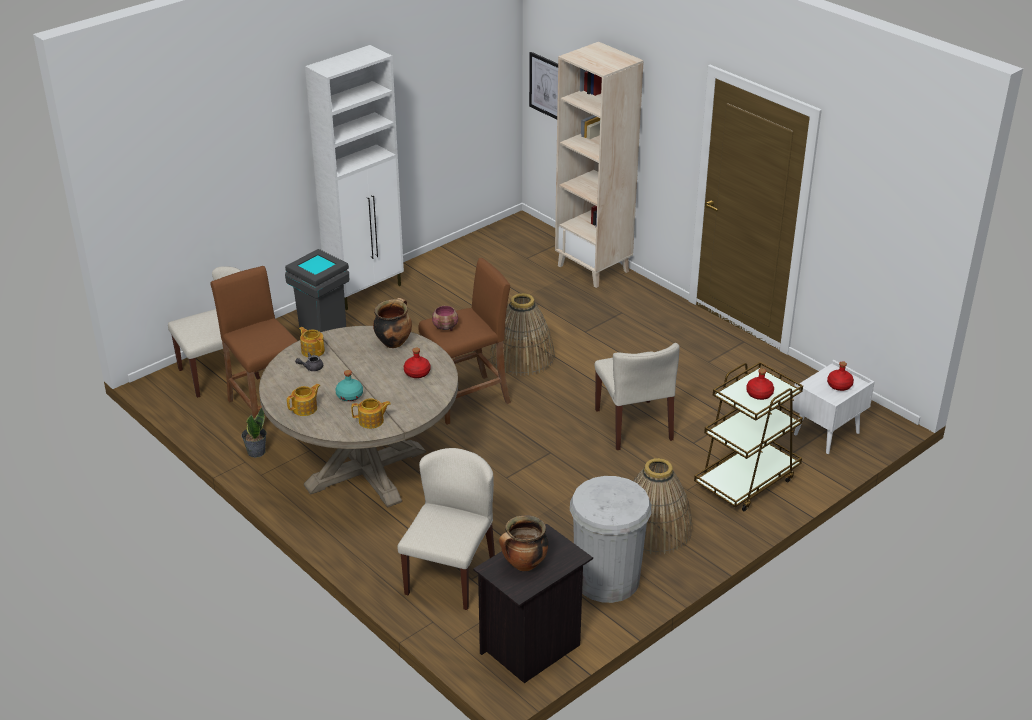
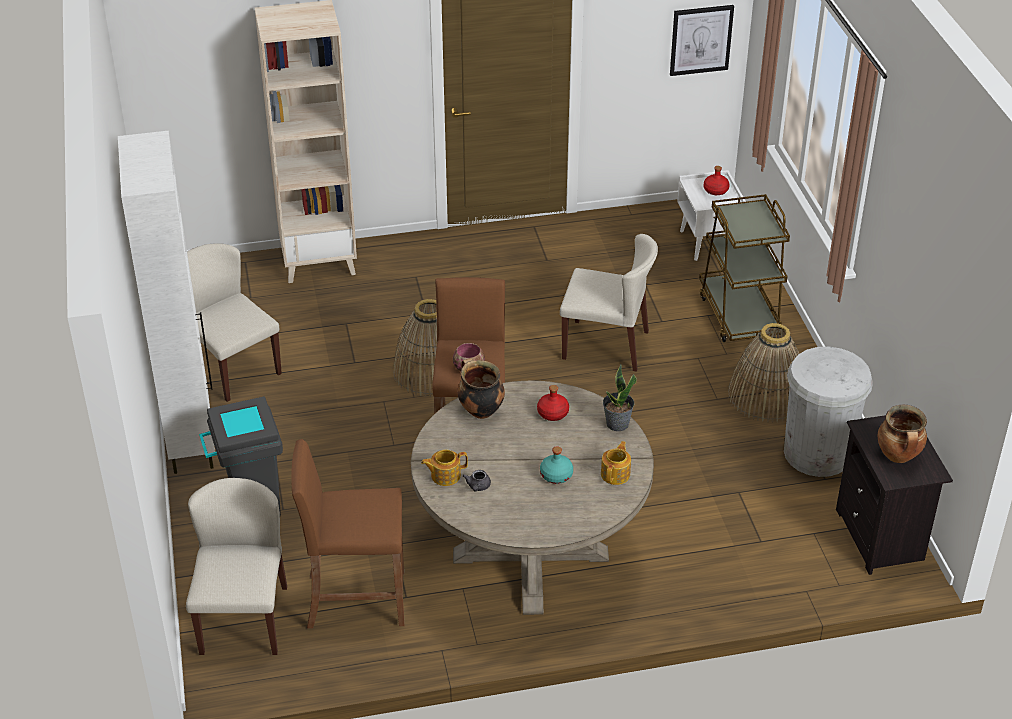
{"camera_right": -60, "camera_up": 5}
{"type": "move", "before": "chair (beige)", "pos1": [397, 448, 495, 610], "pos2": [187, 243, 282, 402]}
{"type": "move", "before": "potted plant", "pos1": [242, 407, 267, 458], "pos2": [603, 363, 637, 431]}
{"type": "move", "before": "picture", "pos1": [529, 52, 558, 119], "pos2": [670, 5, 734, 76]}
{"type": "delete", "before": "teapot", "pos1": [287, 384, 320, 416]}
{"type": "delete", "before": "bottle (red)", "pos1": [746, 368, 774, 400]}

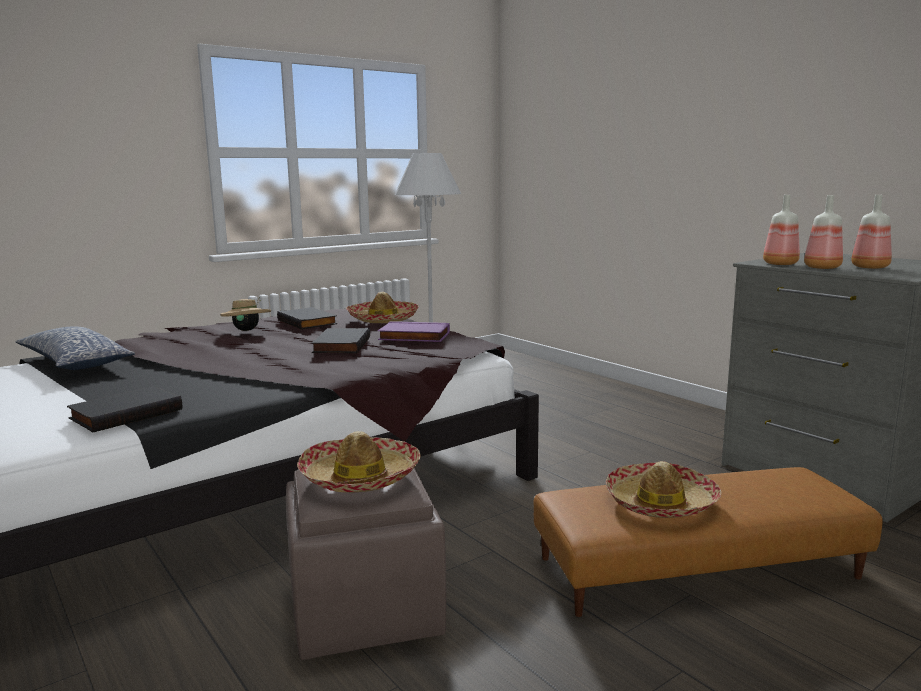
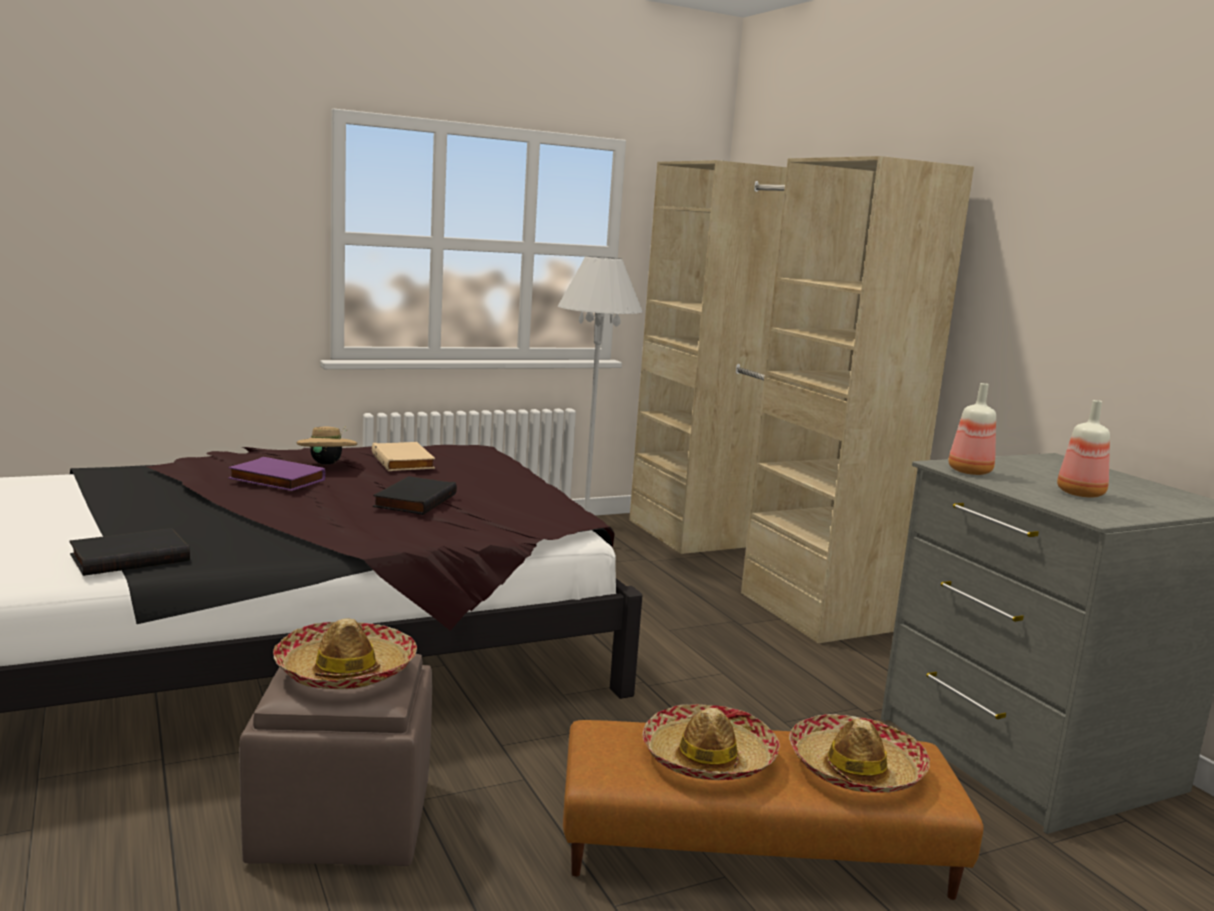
{"camera_right": 10, "camera_up": 0}
{"type": "move", "before": "book (purple)", "pos1": [378, 321, 450, 342], "pos2": [228, 457, 326, 491]}
{"type": "recolor", "before": "book (black)", "after": "book (beige)", "pos1": [277, 307, 337, 330], "pos2": [372, 442, 435, 471]}
{"type": "insert", "after": "wardrobe (beige)", "pos2": [629, 156, 974, 643]}
{"type": "move", "before": "hat", "pos1": [346, 292, 419, 323], "pos2": [789, 714, 930, 793]}
{"type": "delete", "before": "pillow", "pos1": [15, 327, 135, 370]}
{"type": "delete", "before": "bottle", "pos1": [804, 195, 843, 269]}

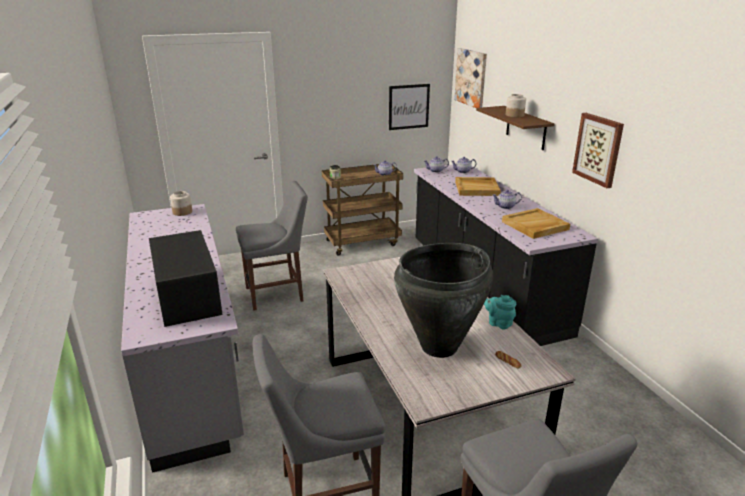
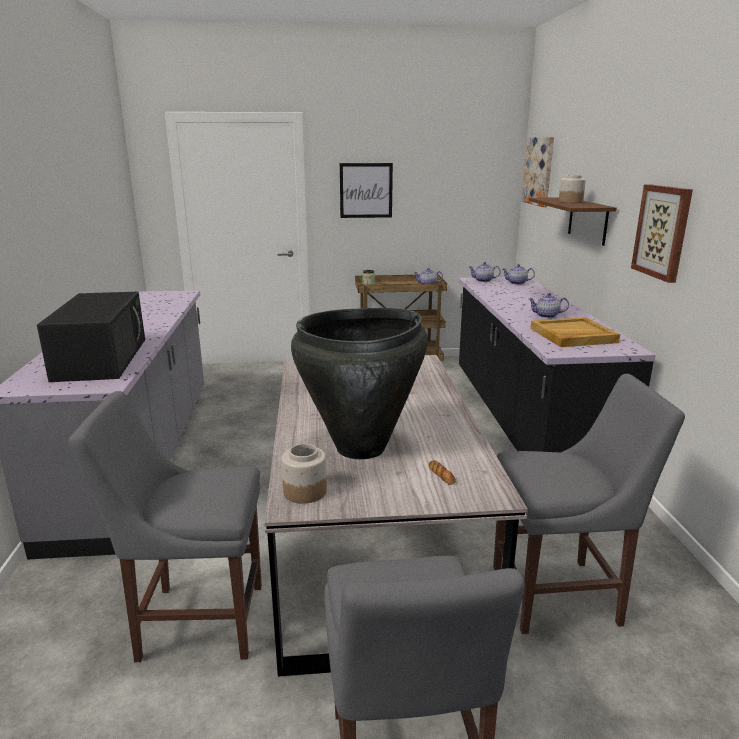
{"camera_right": 15, "camera_up": -5}
{"type": "move", "before": "jar", "pos1": [170, 191, 192, 216], "pos2": [282, 444, 327, 504]}
{"type": "move", "before": "picture", "pos1": [389, 84, 430, 130], "pos2": [340, 163, 393, 218]}
{"type": "move", "before": "chair (grey)", "pos1": [236, 181, 308, 311], "pos2": [493, 374, 685, 634]}
{"type": "delete", "before": "tray (beige)", "pos1": [455, 177, 501, 196]}
{"type": "delete", "before": "teapot (turquoise)", "pos1": [484, 295, 516, 330]}

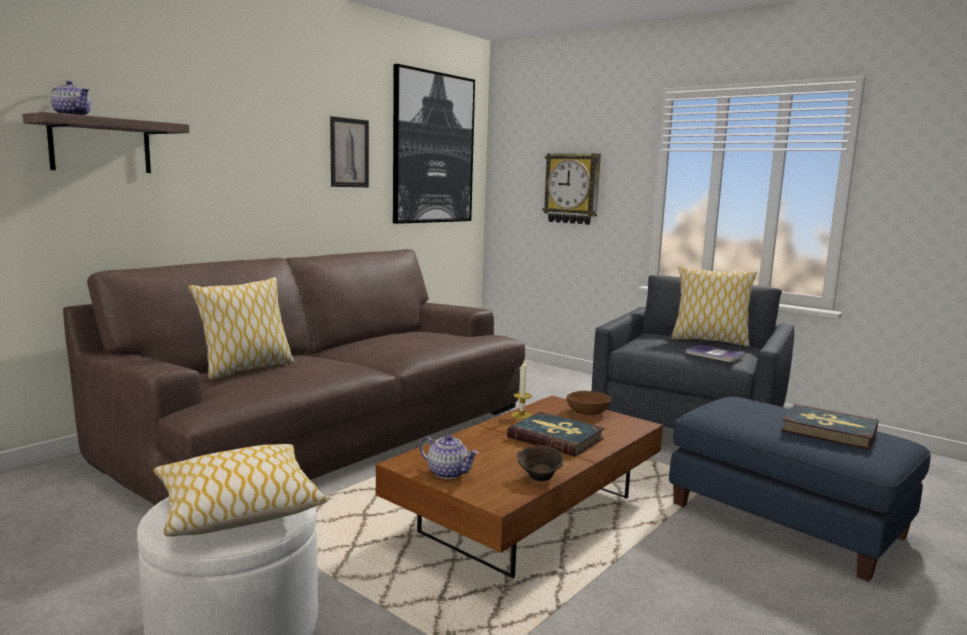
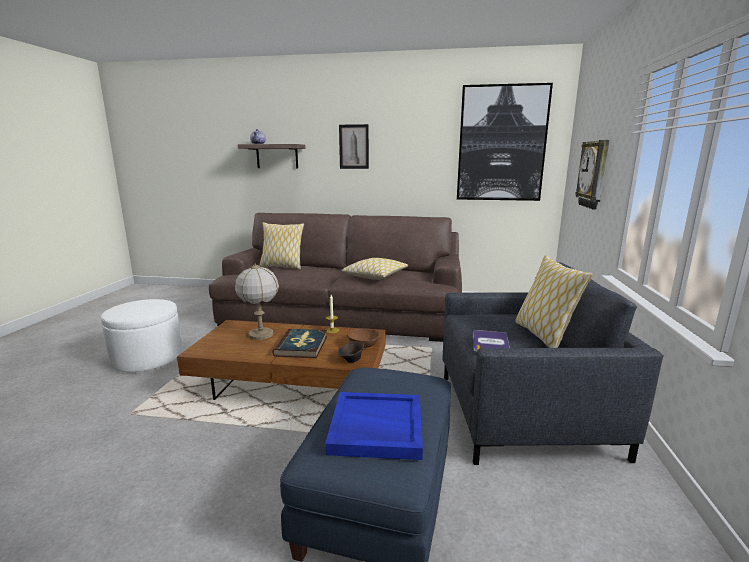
{"camera_right": 60, "camera_up": 5}
{"type": "insert", "after": "table lamp", "pos2": [235, 263, 279, 340]}
{"type": "replace", "before": "book", "after": "tray (blue)", "pos1": [781, 404, 878, 450], "pos2": [325, 392, 423, 460]}
{"type": "move", "before": "bowl (brown)", "pos1": [517, 445, 563, 481], "pos2": [338, 341, 364, 363]}
{"type": "move", "before": "picture", "pos1": [330, 116, 369, 187], "pos2": [339, 124, 369, 169]}
{"type": "move", "before": "pillow", "pos1": [154, 444, 328, 537], "pos2": [342, 258, 408, 280]}
{"type": "delete", "before": "teapot", "pos1": [420, 435, 479, 479]}

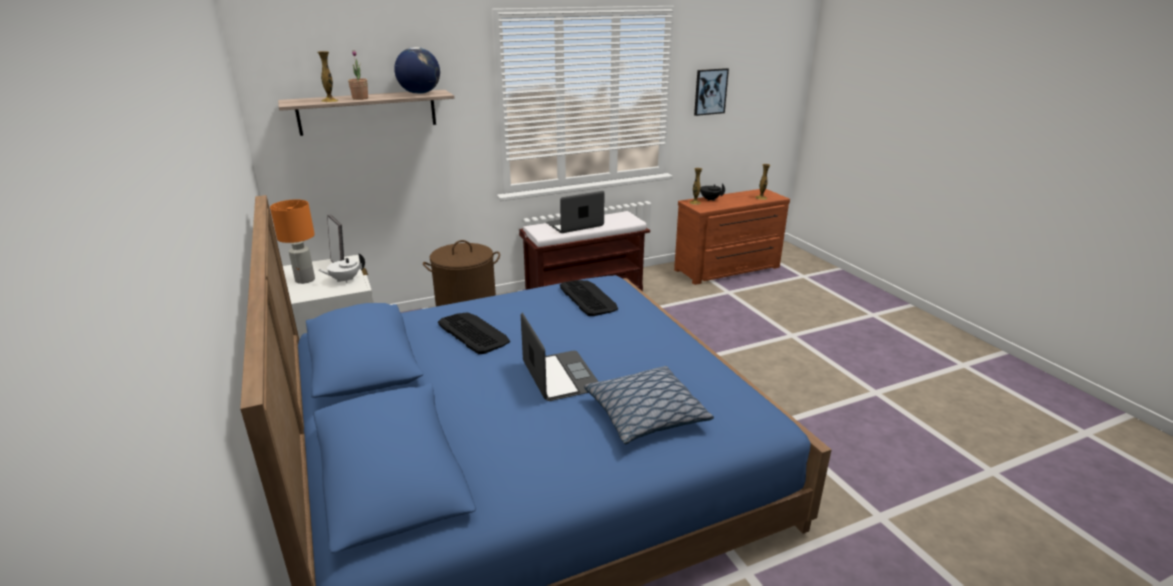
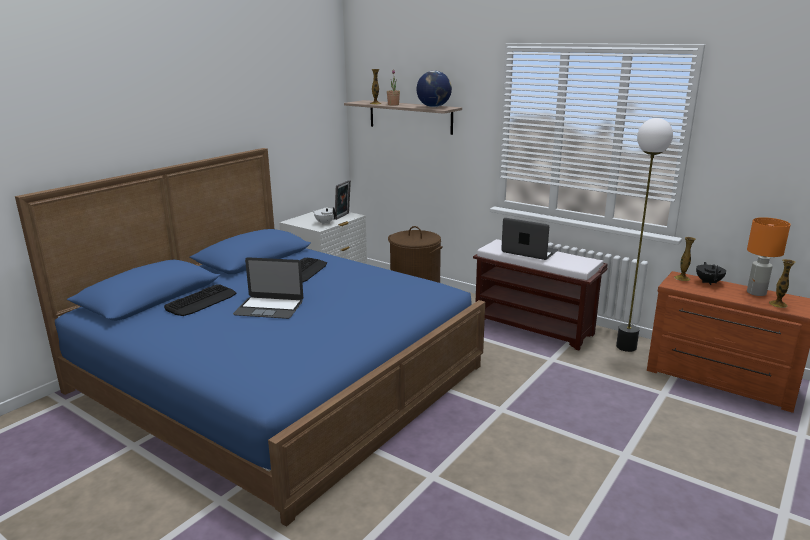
{"camera_right": 60, "camera_up": -5}
{"type": "move", "before": "keyboard", "pos1": [560, 280, 618, 316], "pos2": [164, 284, 237, 316]}
{"type": "rotate", "before": "laptop", "pos1": [521, 313, 599, 401], "pos2": [233, 257, 303, 319], "turn": 60}
{"type": "insert", "after": "floor lamp", "pos2": [616, 118, 673, 352]}
{"type": "move", "before": "table lamp (orange)", "pos1": [270, 199, 315, 284], "pos2": [747, 217, 791, 296]}
{"type": "delete", "before": "pillow", "pos1": [584, 366, 714, 445]}
{"type": "delete", "before": "picture", "pos1": [694, 68, 729, 116]}

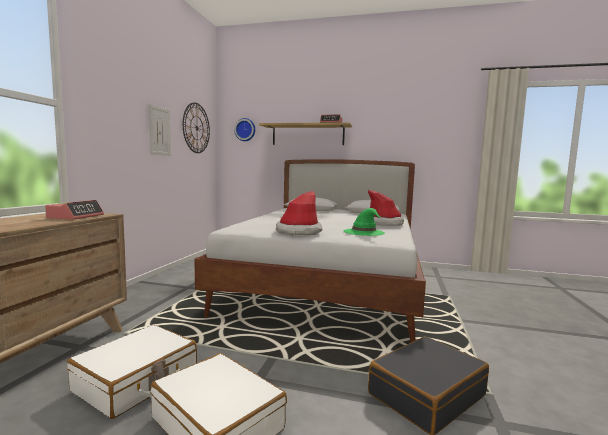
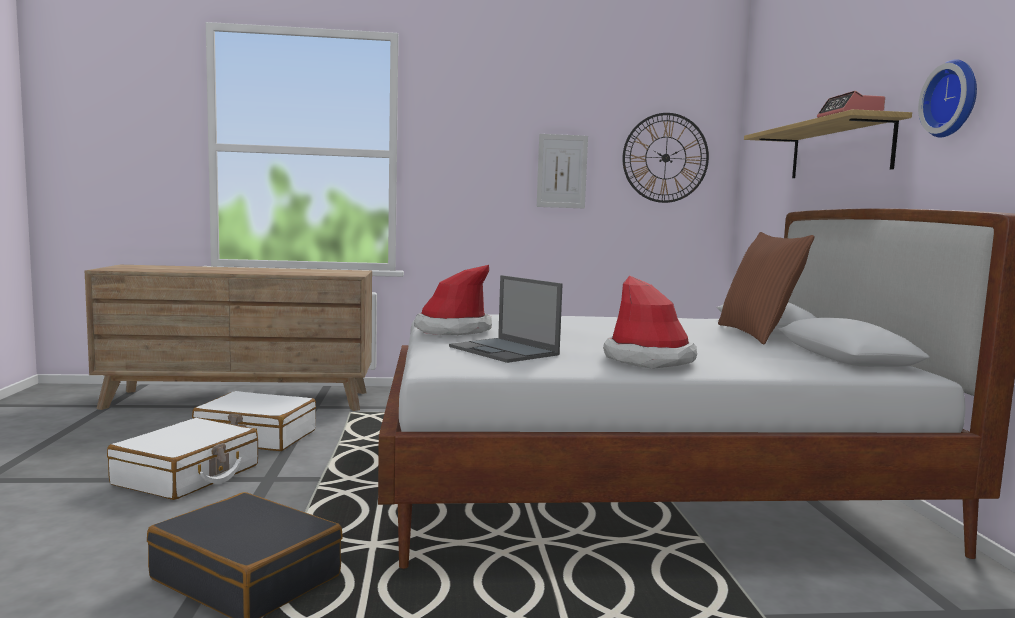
{"camera_right": 70, "camera_up": 0}
{"type": "replace", "before": "hat (green)", "after": "laptop", "pos1": [344, 208, 385, 236], "pos2": [449, 275, 563, 363]}
{"type": "insert", "after": "pillow (brown)", "pos2": [718, 232, 814, 344]}
{"type": "move", "before": "wall clock", "pos1": [234, 118, 255, 141], "pos2": [918, 59, 977, 137]}
{"type": "delete", "before": "alarm clock", "pos1": [45, 200, 104, 220]}

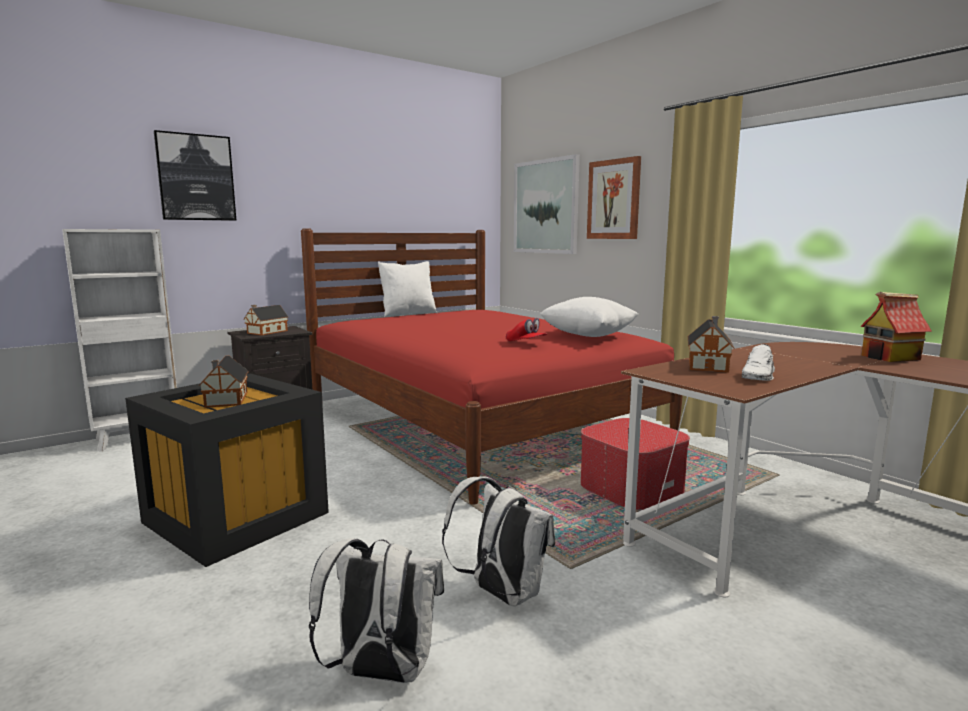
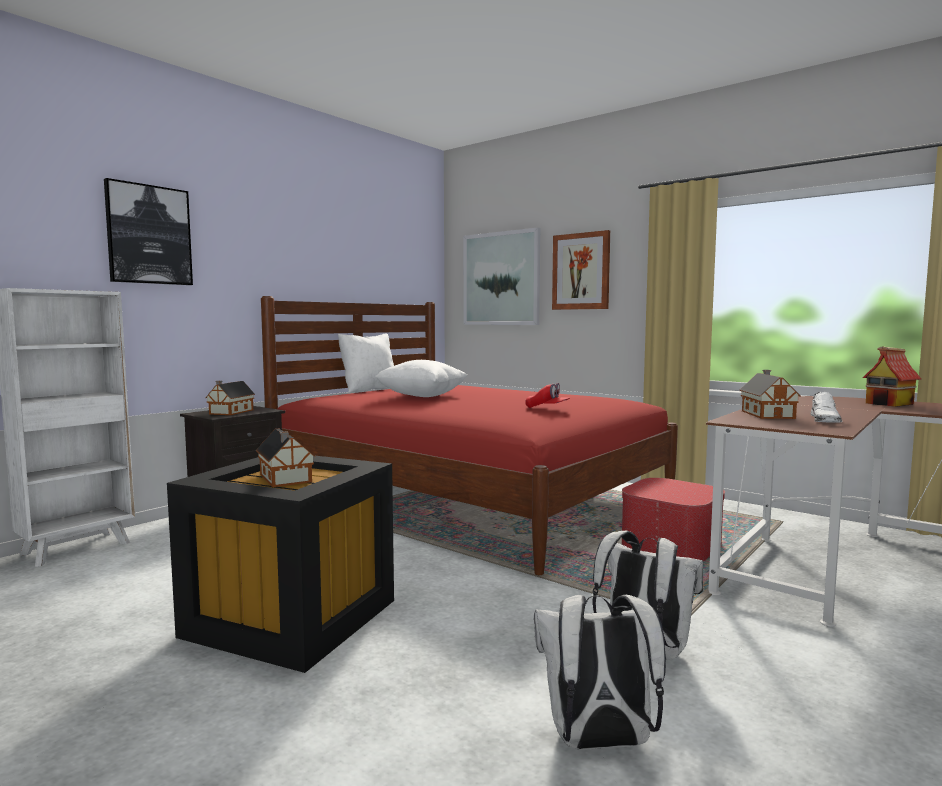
{"camera_right": -15, "camera_up": -5}
{"type": "move", "before": "pillow (white)", "pos1": [540, 297, 639, 337], "pos2": [375, 360, 467, 397]}

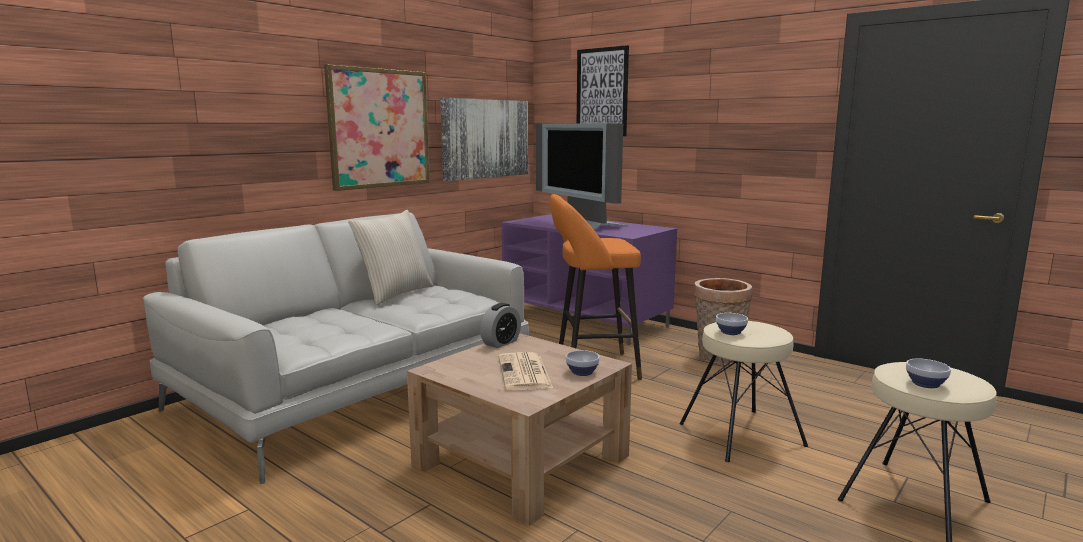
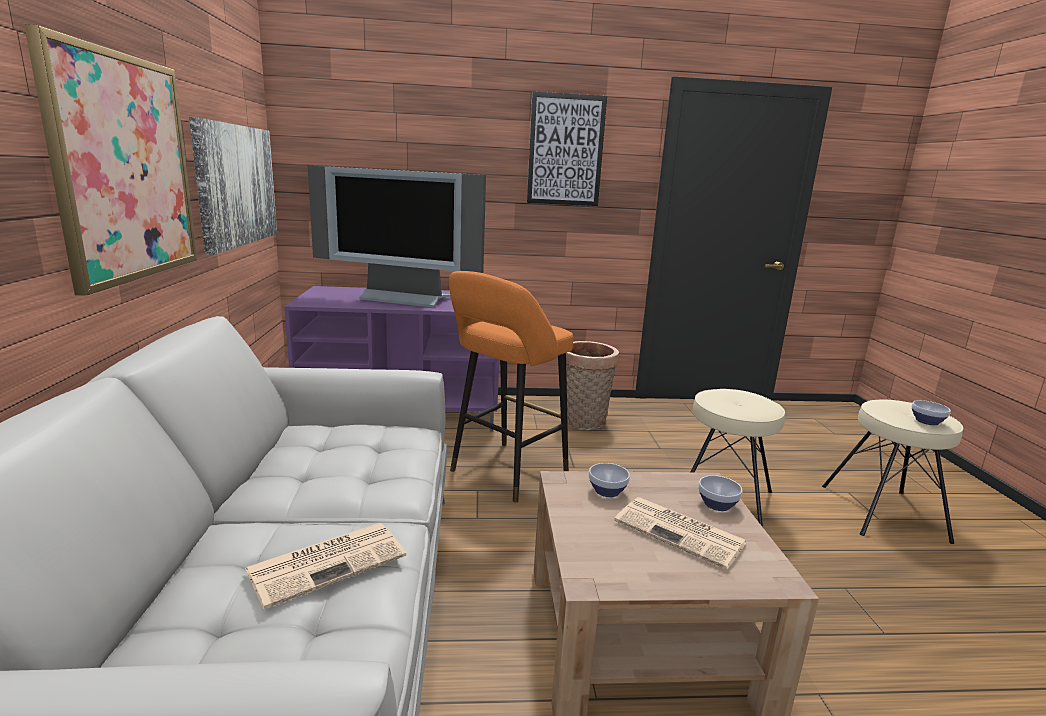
{"camera_right": -45, "camera_up": 5}
{"type": "insert", "after": "newspaper", "pos2": [245, 523, 406, 609]}
{"type": "move", "before": "picture", "pos1": [577, 45, 629, 136], "pos2": [527, 91, 607, 206]}
{"type": "move", "before": "bowl", "pos1": [716, 313, 748, 335], "pos2": [589, 463, 630, 497]}
{"type": "delete", "before": "pillow (beige)", "pos1": [348, 210, 434, 305]}
{"type": "delete", "before": "alarm clock", "pos1": [480, 303, 521, 348]}

